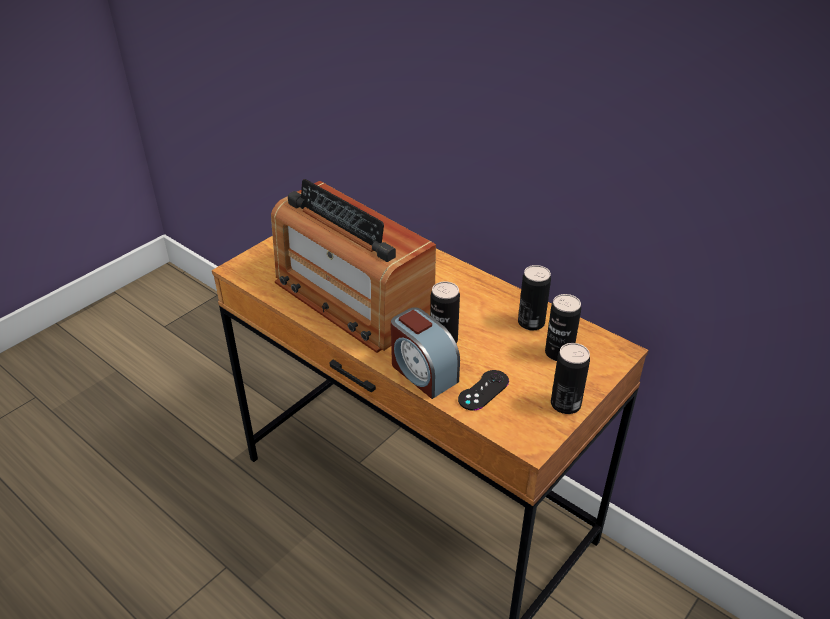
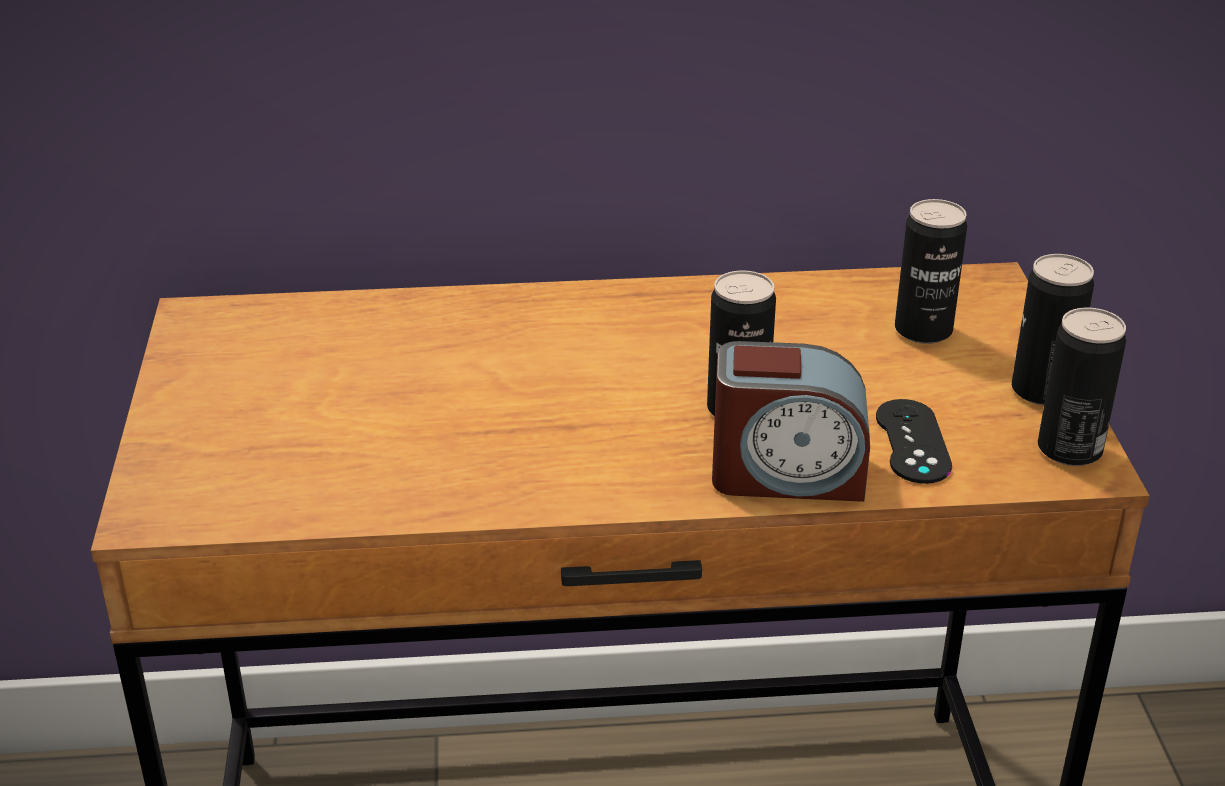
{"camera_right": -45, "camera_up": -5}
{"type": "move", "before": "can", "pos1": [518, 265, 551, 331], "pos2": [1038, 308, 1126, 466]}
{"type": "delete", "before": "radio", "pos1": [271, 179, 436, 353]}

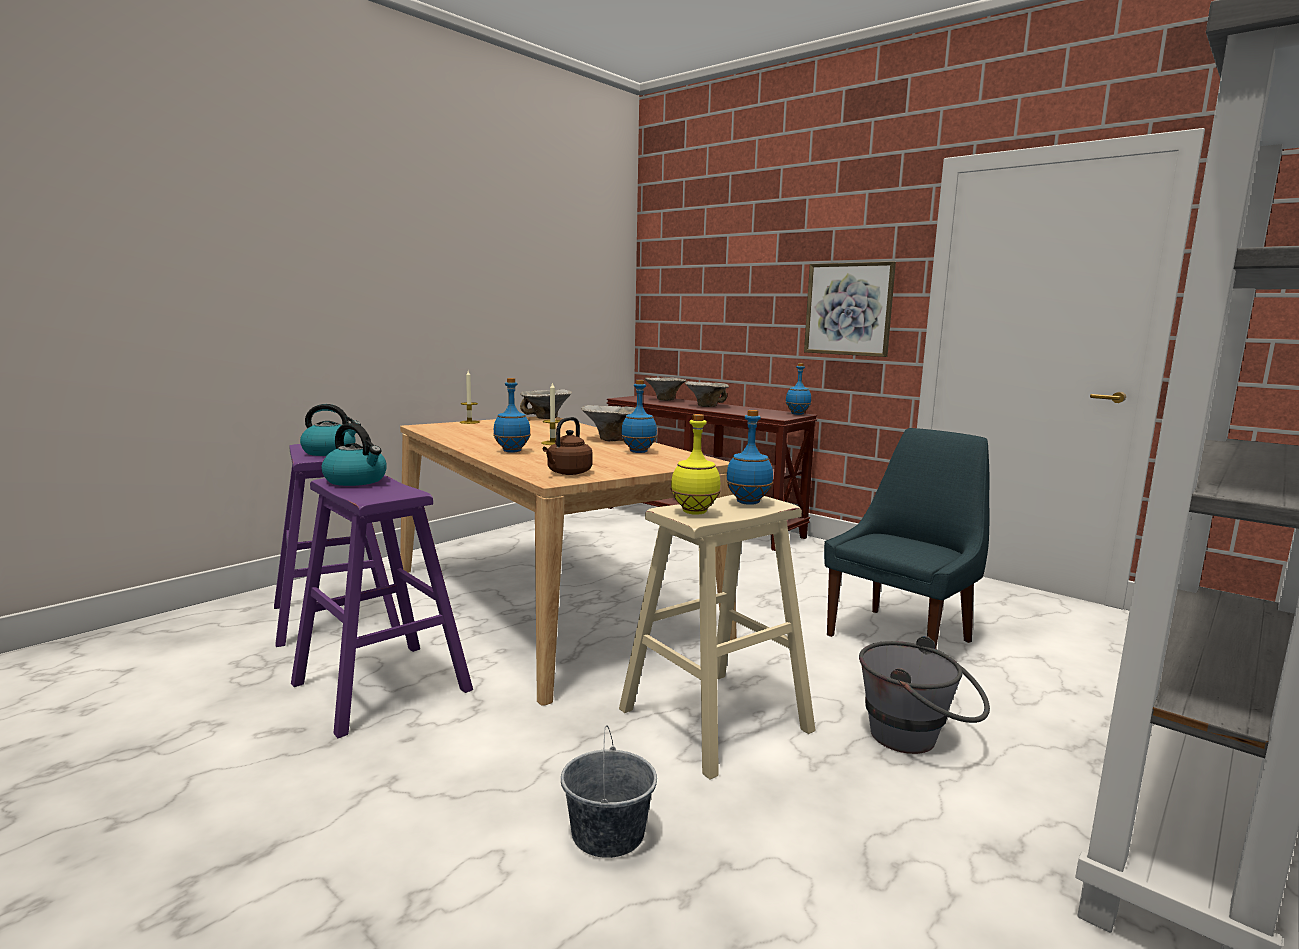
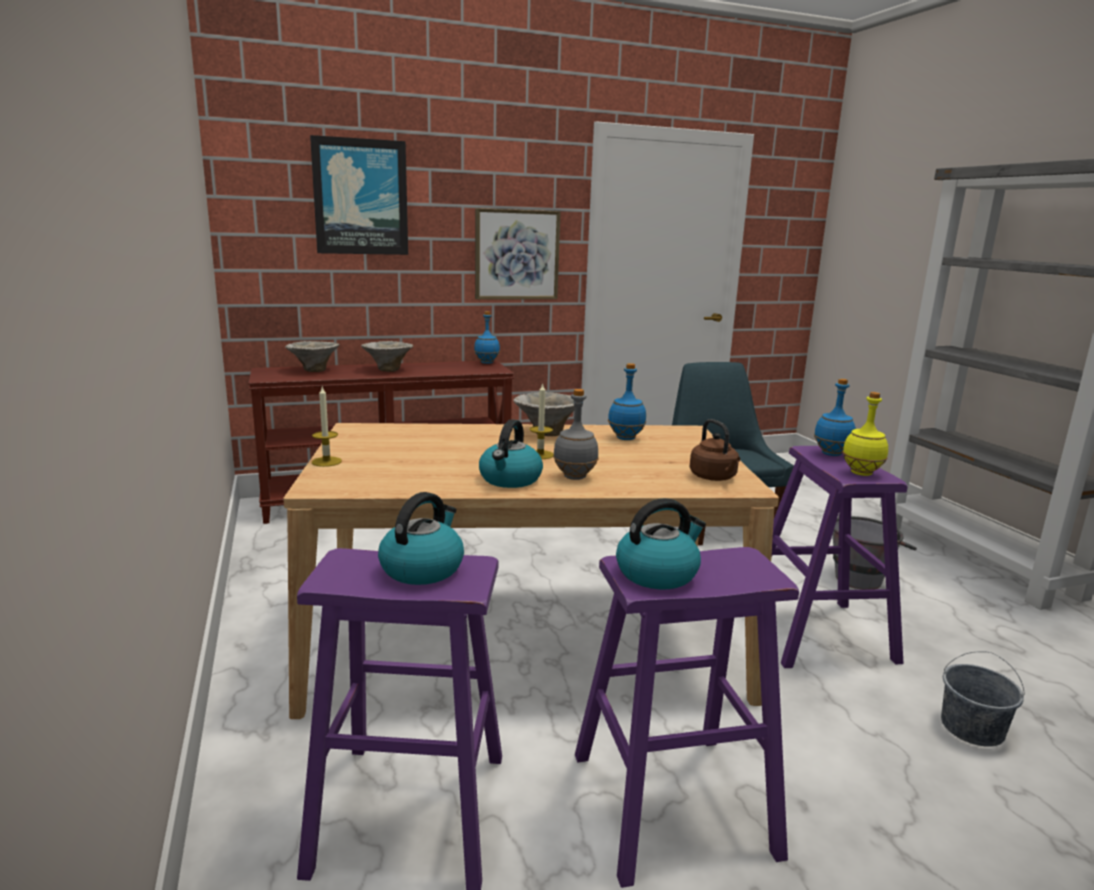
{"camera_right": -60, "camera_up": 5}
{"type": "insert", "after": "picture", "pos2": [310, 135, 408, 255]}
{"type": "insert", "after": "kettle", "pos2": [479, 420, 543, 488]}
{"type": "recolor", "before": "bottle (blue)", "after": "bottle (grey)", "pos1": [493, 378, 531, 453], "pos2": [553, 389, 598, 480]}
{"type": "recolor", "before": "stool (beige)", "after": "stool (purple)", "pos1": [619, 495, 816, 779], "pos2": [771, 446, 908, 668]}
{"type": "delete", "before": "bowl", "pos1": [520, 389, 572, 419]}

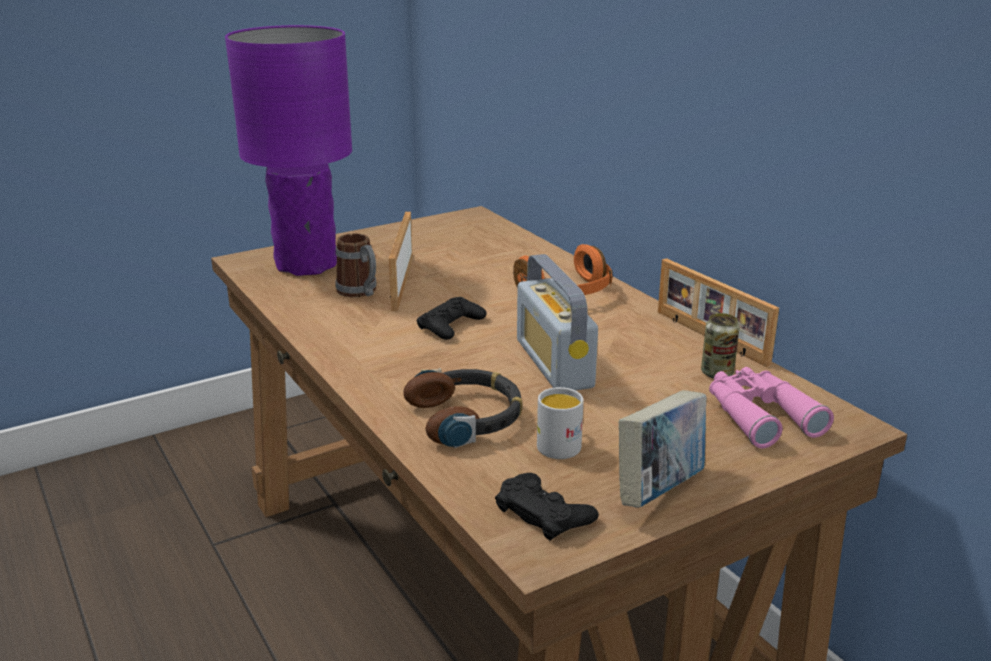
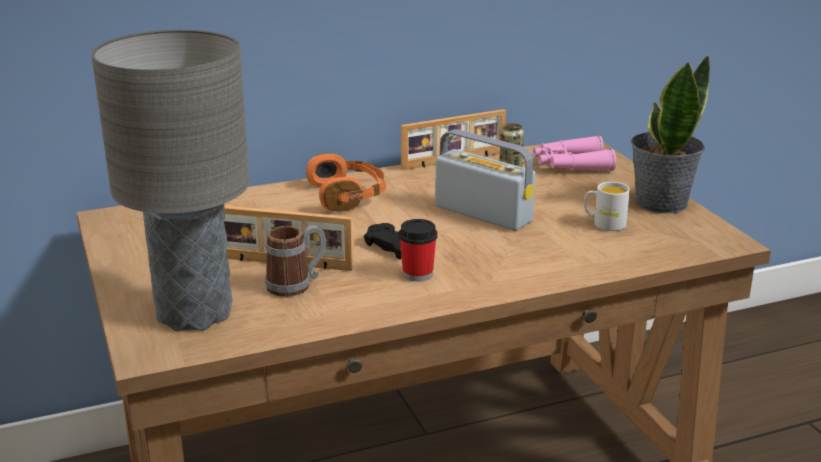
{"camera_right": -80, "camera_up": 0}
{"type": "recolor", "before": "table lamp (purple)", "after": "table lamp (grey)", "pos1": [225, 25, 352, 276], "pos2": [91, 30, 249, 331]}
{"type": "insert", "after": "cup", "pos2": [399, 219, 438, 282]}
{"type": "rotate", "before": "radio", "pos1": [517, 254, 598, 391], "pos2": [435, 129, 535, 231], "turn": -135}
{"type": "replace", "before": "book", "after": "potted plant", "pos1": [619, 390, 706, 508], "pos2": [631, 54, 710, 214]}
{"type": "delete", "before": "headphones", "pos1": [403, 368, 522, 448]}
{"type": "delete", "before": "game controller (black)", "pos1": [495, 473, 599, 540]}

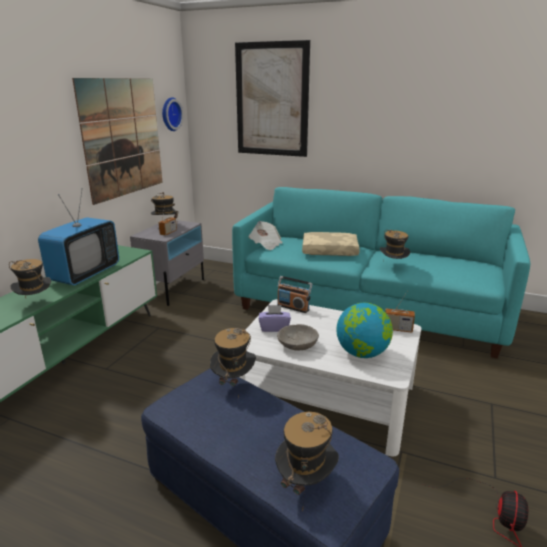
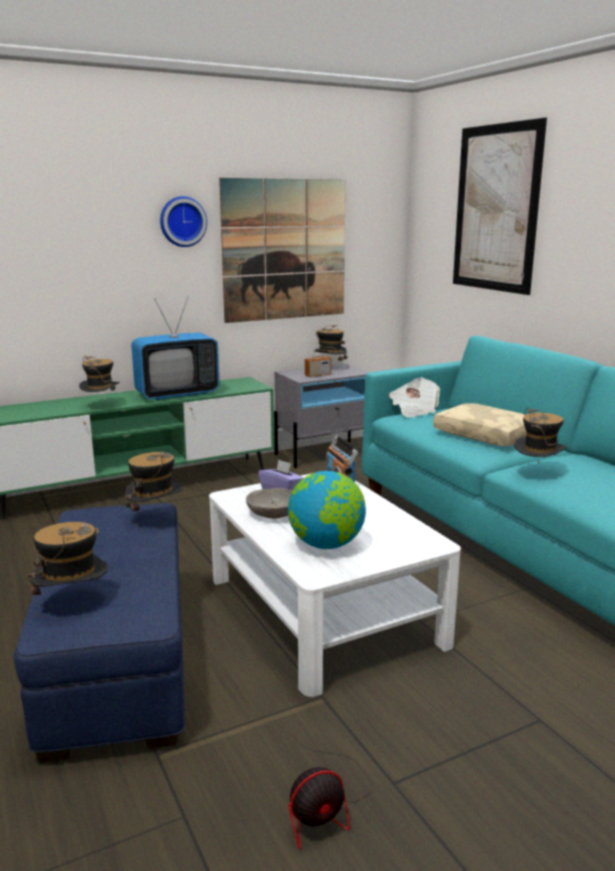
{"camera_right": 40, "camera_up": -5}
{"type": "move", "before": "wall clock", "pos1": [162, 97, 183, 131], "pos2": [160, 196, 207, 247]}
{"type": "delete", "before": "radio", "pos1": [385, 290, 415, 333]}

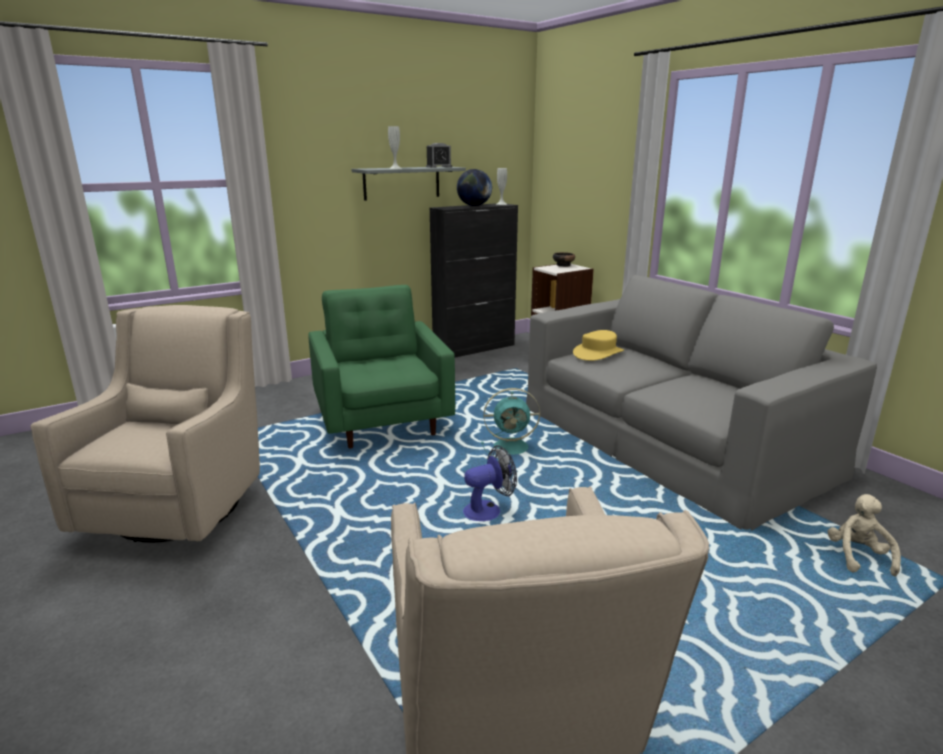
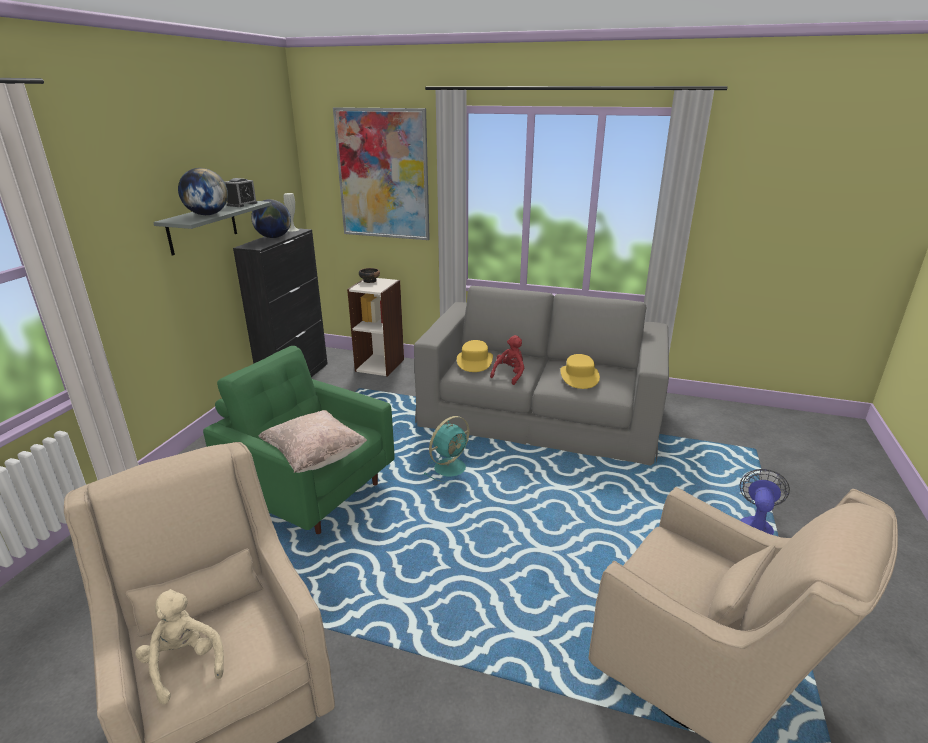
{"camera_right": -40, "camera_up": 5}
{"type": "move", "before": "plush toy (beige)", "pos1": [828, 494, 901, 576], "pos2": [135, 589, 224, 705]}
{"type": "replace", "before": "vase (white)", "after": "globe", "pos1": [388, 126, 402, 169], "pos2": [178, 168, 228, 215]}
{"type": "insert", "after": "pillow (beige)", "pos2": [259, 410, 367, 473]}
{"type": "insert", "after": "picture", "pos2": [333, 107, 430, 240]}
{"type": "insert", "after": "plush toy (red)", "pos2": [490, 335, 524, 385]}
{"type": "insert", "after": "hat (yellow)", "pos2": [560, 354, 600, 389]}
{"type": "move", "before": "fan", "pos1": [463, 445, 517, 521], "pos2": [740, 469, 790, 535]}

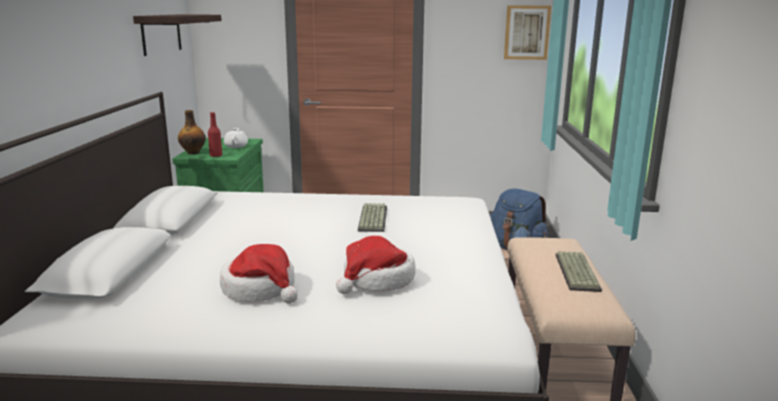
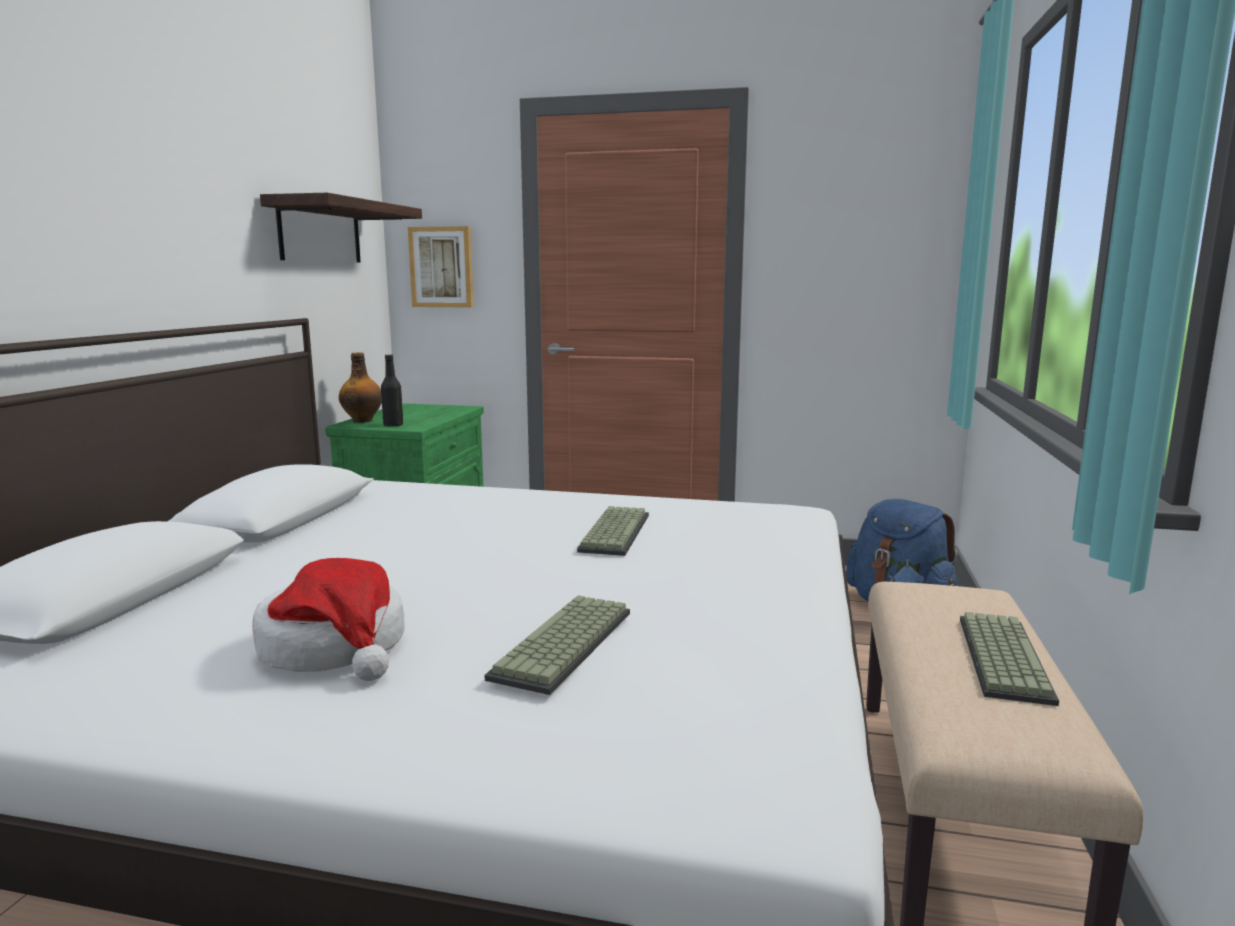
{"camera_right": 10, "camera_up": -5}
{"type": "recolor", "before": "bottle (red)", "after": "bottle (black)", "pos1": [208, 112, 222, 157], "pos2": [381, 354, 403, 427]}
{"type": "move", "before": "picture", "pos1": [504, 5, 551, 60], "pos2": [408, 226, 473, 308]}
{"type": "replace", "before": "hat", "after": "keyboard", "pos1": [336, 236, 416, 294], "pos2": [484, 595, 630, 695]}
{"type": "delete", "before": "teapot (white)", "pos1": [224, 128, 248, 148]}

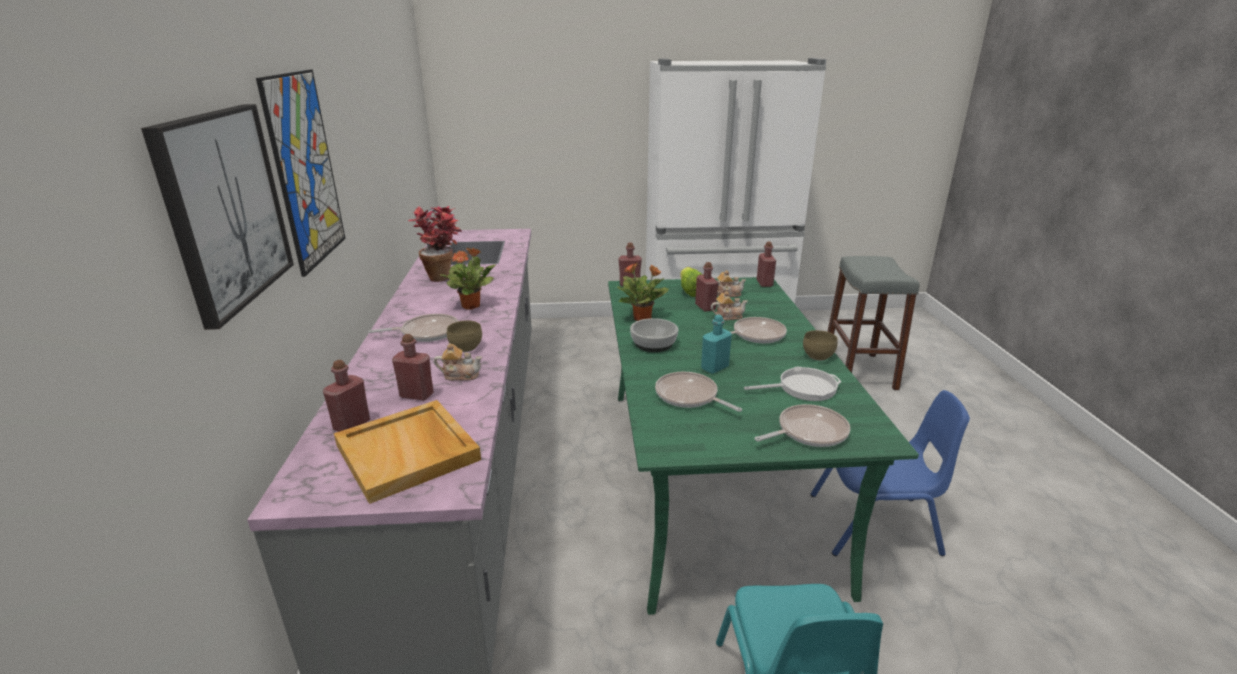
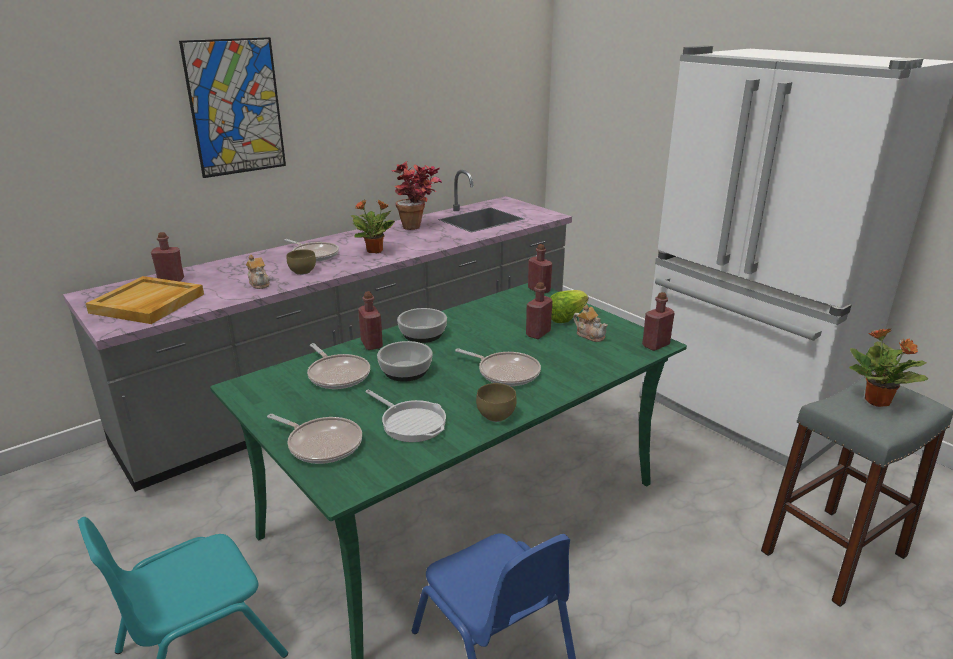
{"camera_right": 55, "camera_up": 0}
{"type": "rotate", "before": "frying pan", "pos1": [655, 372, 742, 412], "pos2": [307, 343, 370, 389], "turn": 135}
{"type": "move", "before": "bottle (red)", "pos1": [392, 334, 434, 400], "pos2": [358, 291, 383, 350]}
{"type": "replace", "before": "bottle (turquoise)", "after": "bowl", "pos1": [701, 315, 732, 374], "pos2": [377, 341, 432, 382]}
{"type": "move", "before": "potted plant", "pos1": [617, 263, 669, 321], "pos2": [849, 329, 928, 407]}
{"type": "delete", "before": "picture", "pos1": [141, 104, 294, 330]}
{"type": "delete", "before": "teapot", "pos1": [711, 291, 748, 321]}

